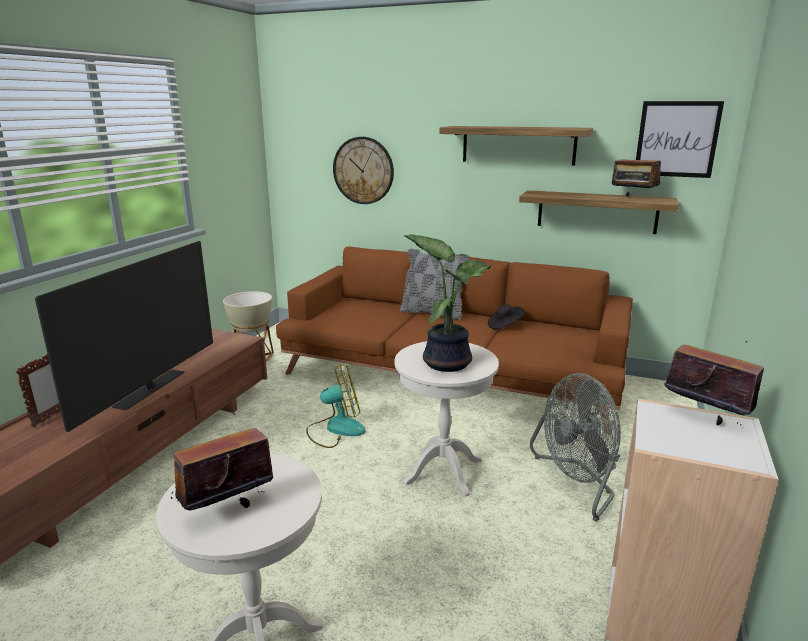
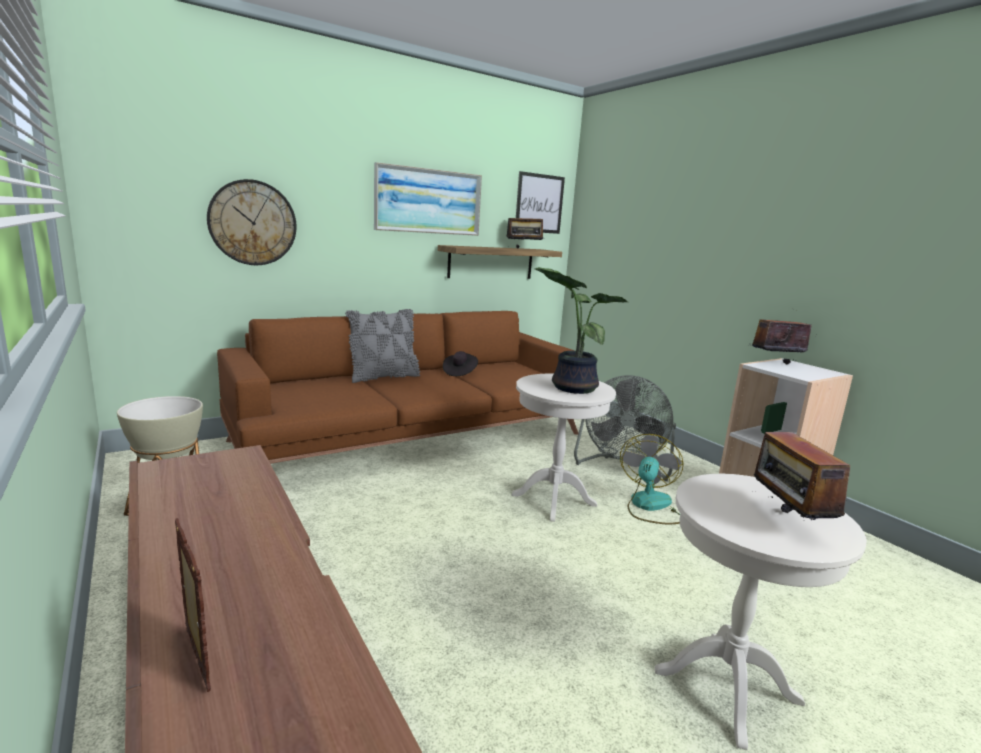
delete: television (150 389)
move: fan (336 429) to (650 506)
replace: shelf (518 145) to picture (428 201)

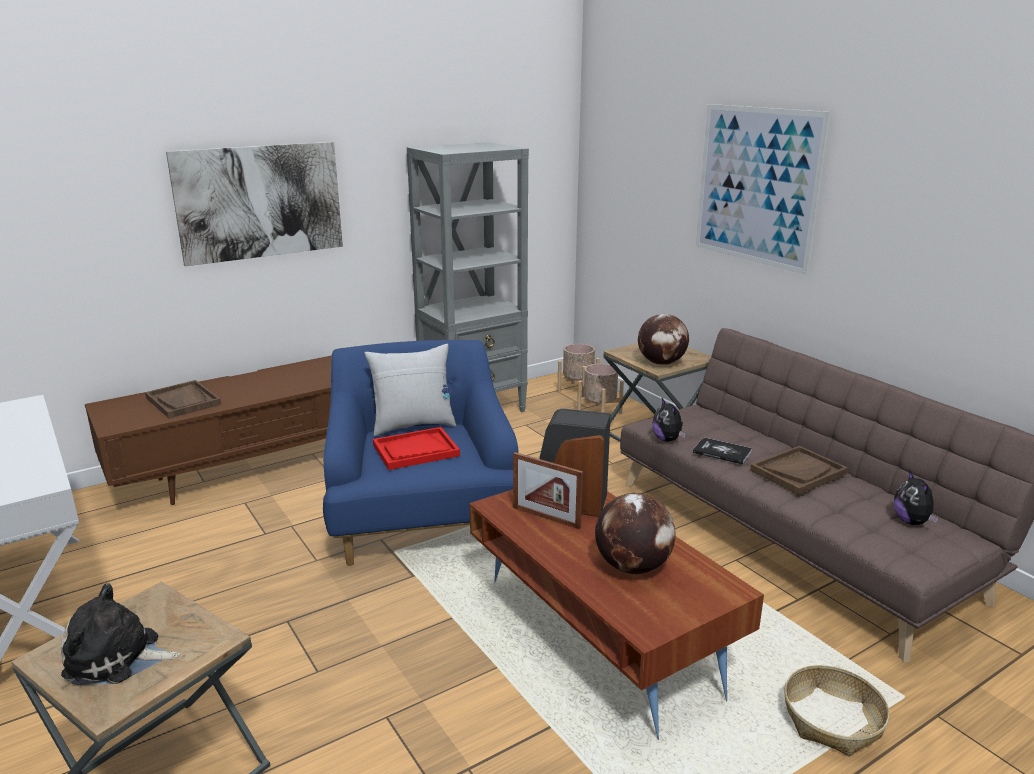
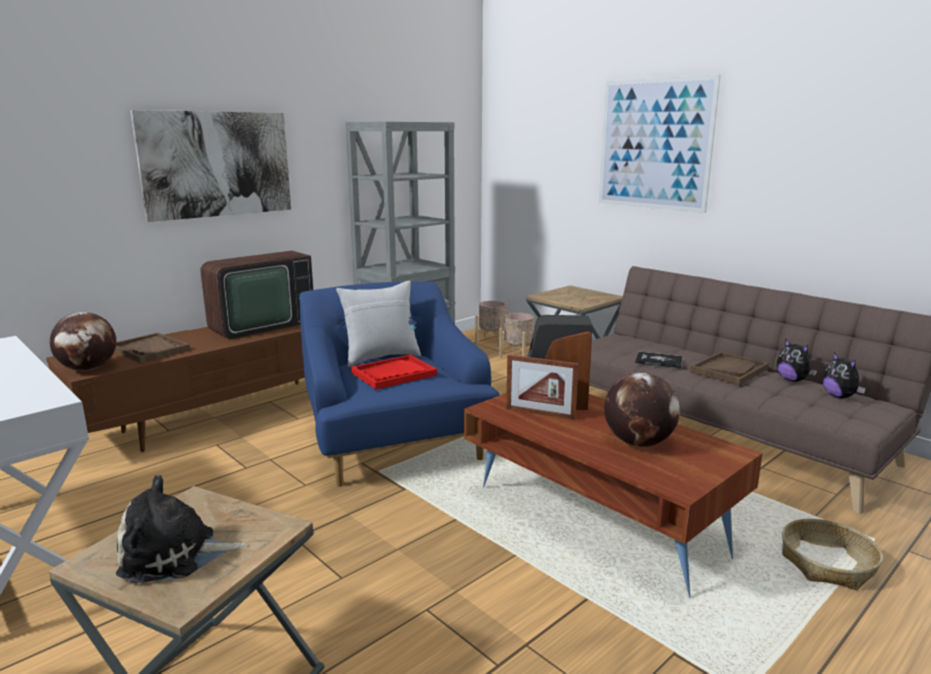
insert: television (259 325)
move: globe (661 363) to (89 369); plush toy (668 439) to (792 380)

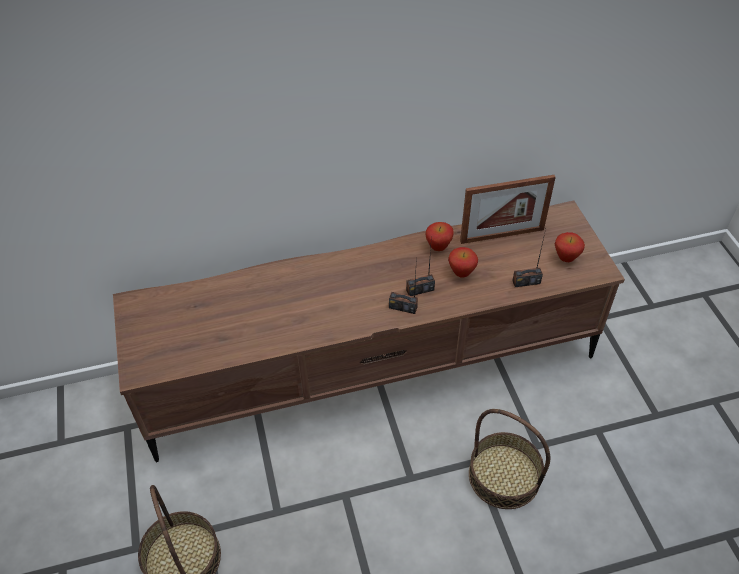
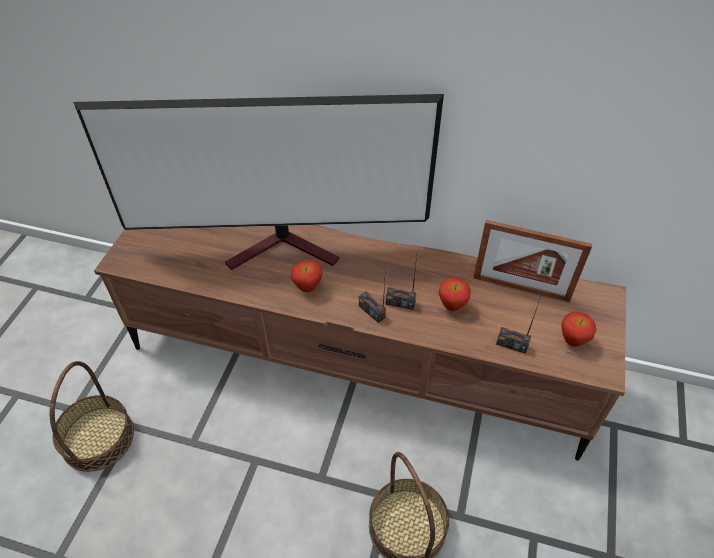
insert: television (286 248)
move: apple (438 247) to (307 288)

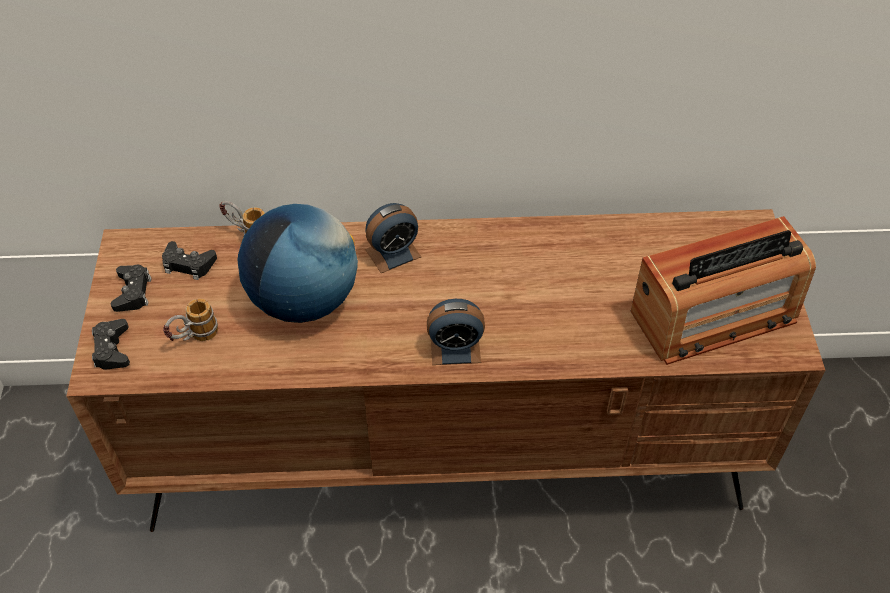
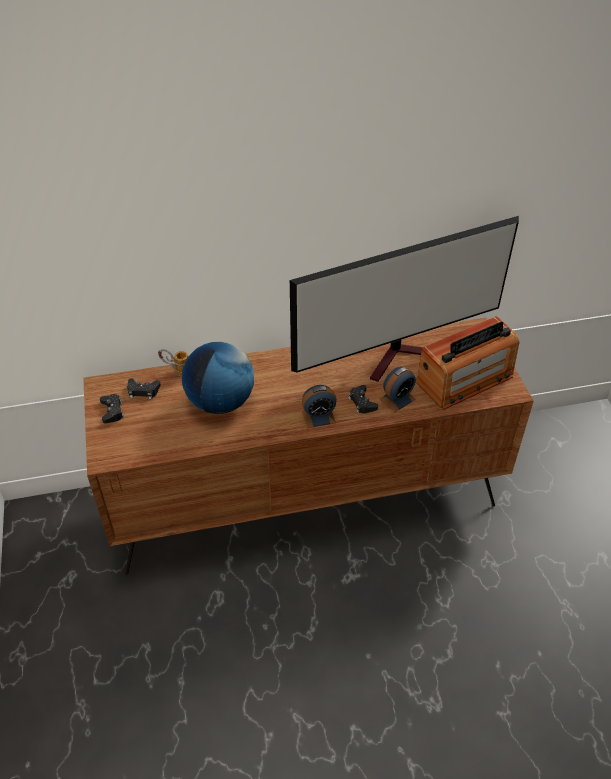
delete: mug (194 338)
insert: television (403 356)
move: black game controller (112 349) to (362 402); alarm clock (393 253) to (397 399)

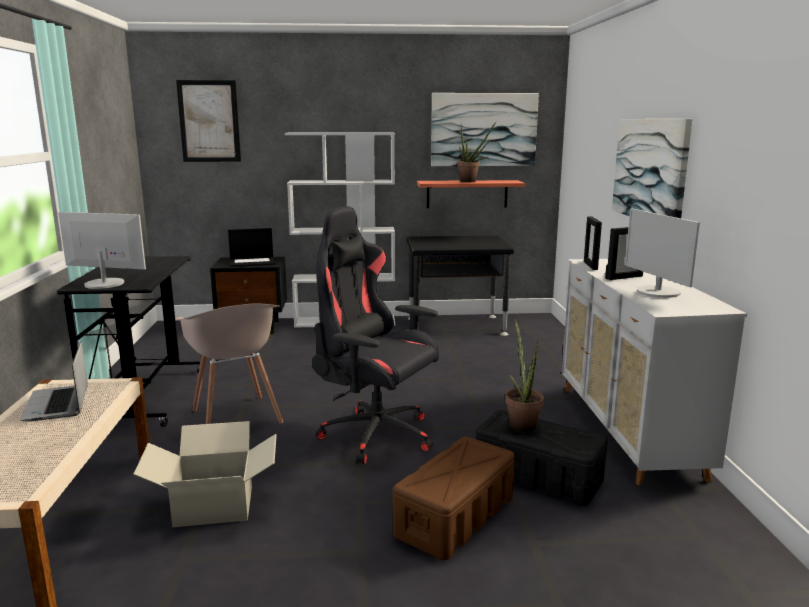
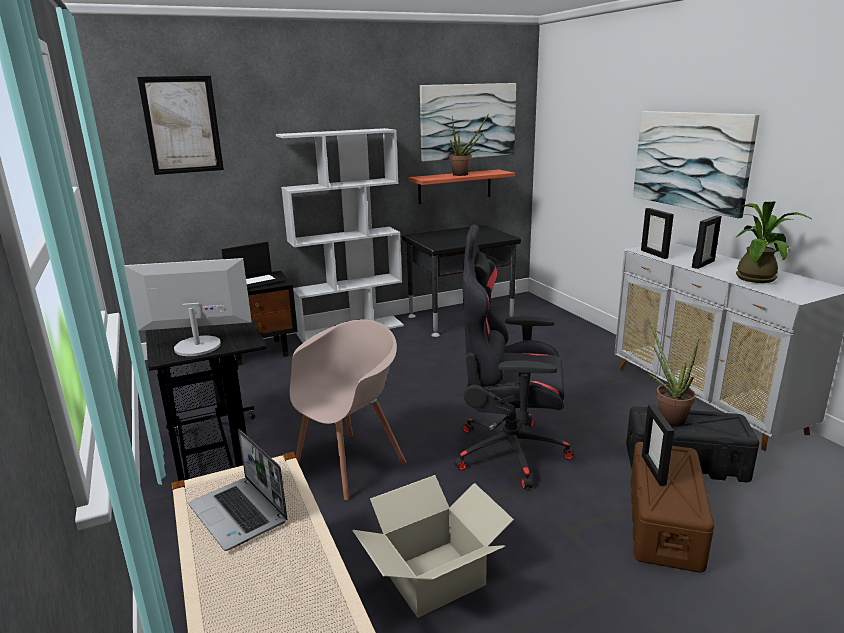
insert: picture frame (654 470)
replace: monitor (657 292) to potted plant (757 277)
rotate: beige chair (236 418) = (350 465) 90 degrees counterclockwise

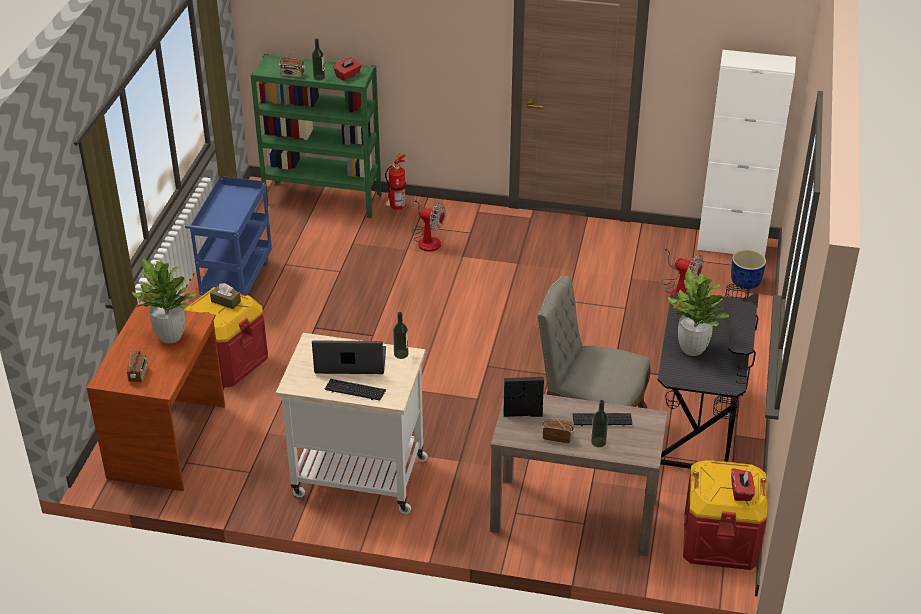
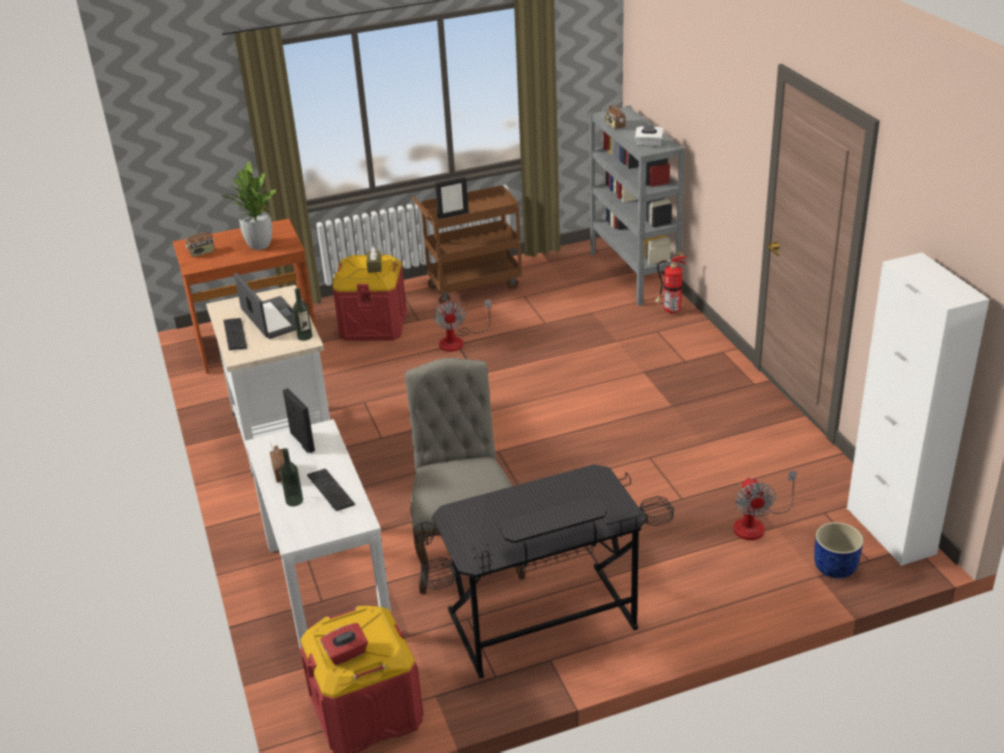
delete: bottle (319 77); potted plant (692 349)
insert: picture frame (453 215)
move: fan (427 239) to (458 340)
recolor: blue cart (236 285) to brown cart (471 288); green bookcase (323 199) to grey bookcase (633 274); red tissue box (348 75) to white tissue box (648 144); brown console table (573 515) to white console table (327 589)

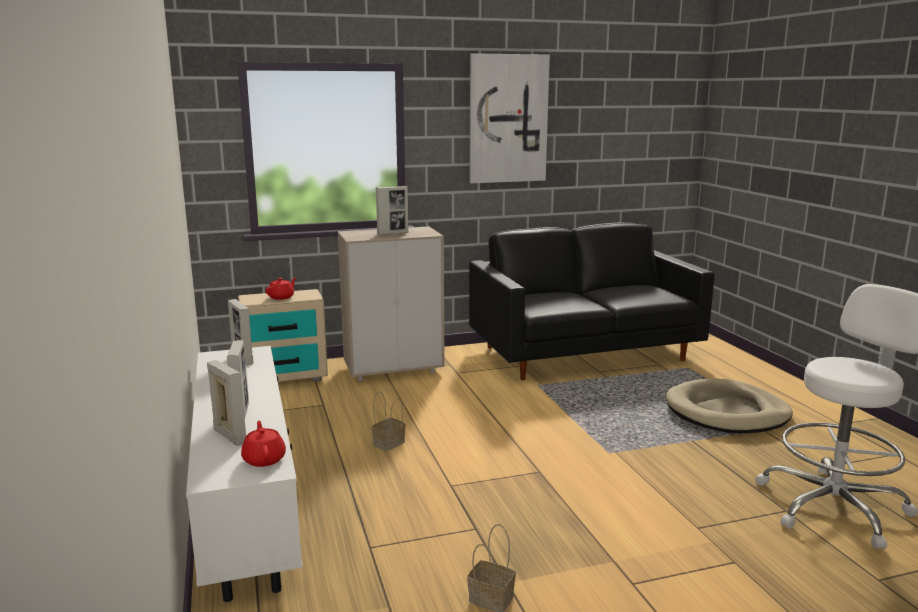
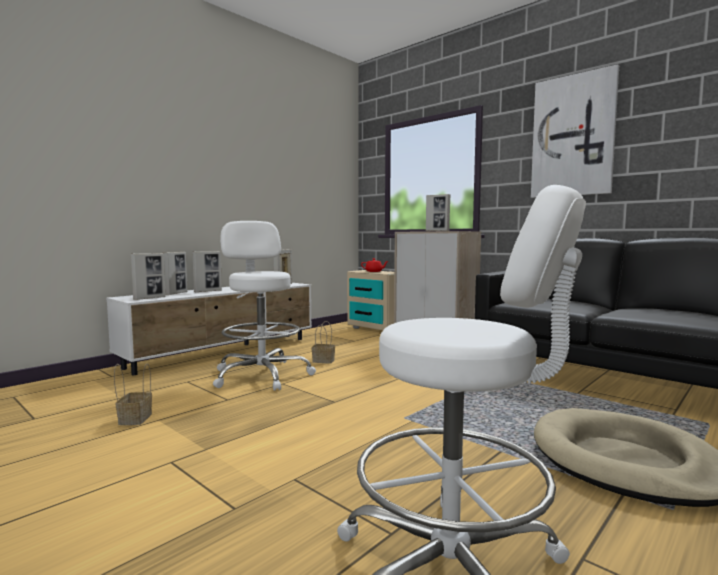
insert: white stool (262 375)
replace: red teapot (264 459) to picture frame (149 298)

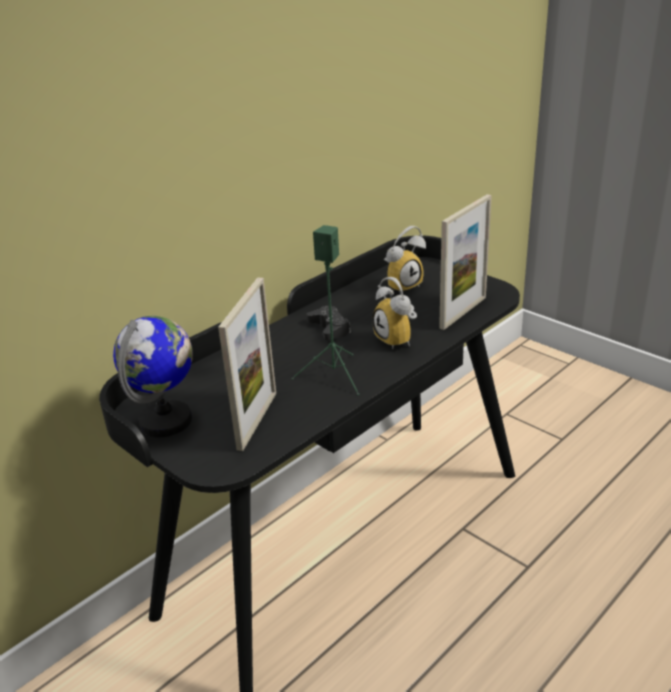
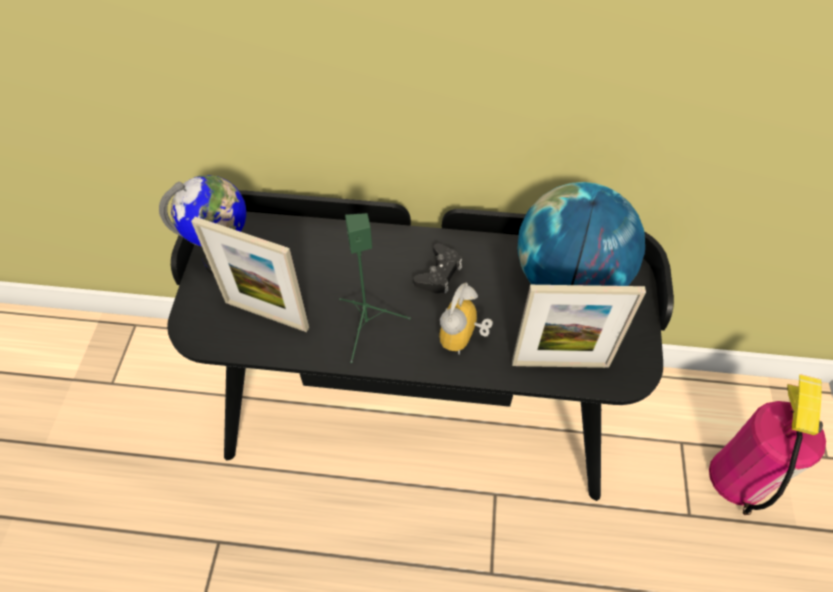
insert: fire extinguisher (737 477)
replace: alarm clock (402 285) to globe (568 280)
rotate: picture frame (257 420) = (266 315) 45 degrees clockwise

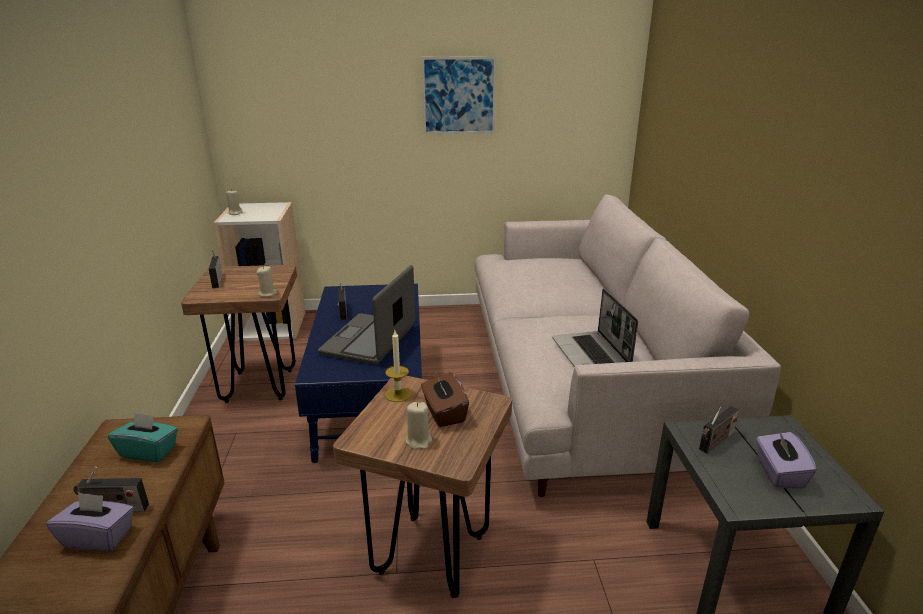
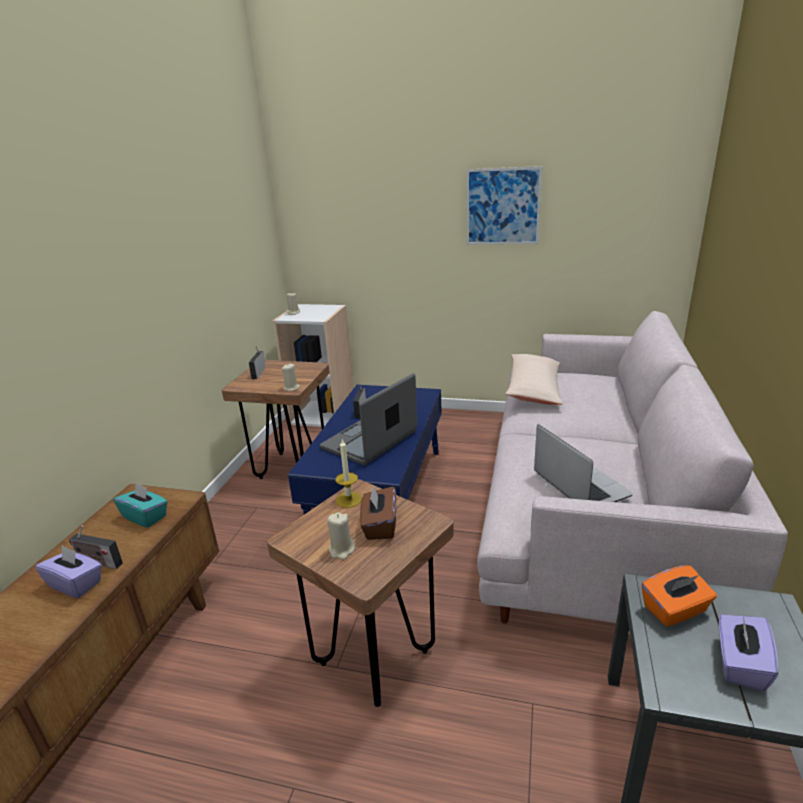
insert: beige pillow (534 388)
replace: radio (715 443) to orange tissue box (675 610)
rotate: laptop (591 355) = (578 484) 150 degrees clockwise

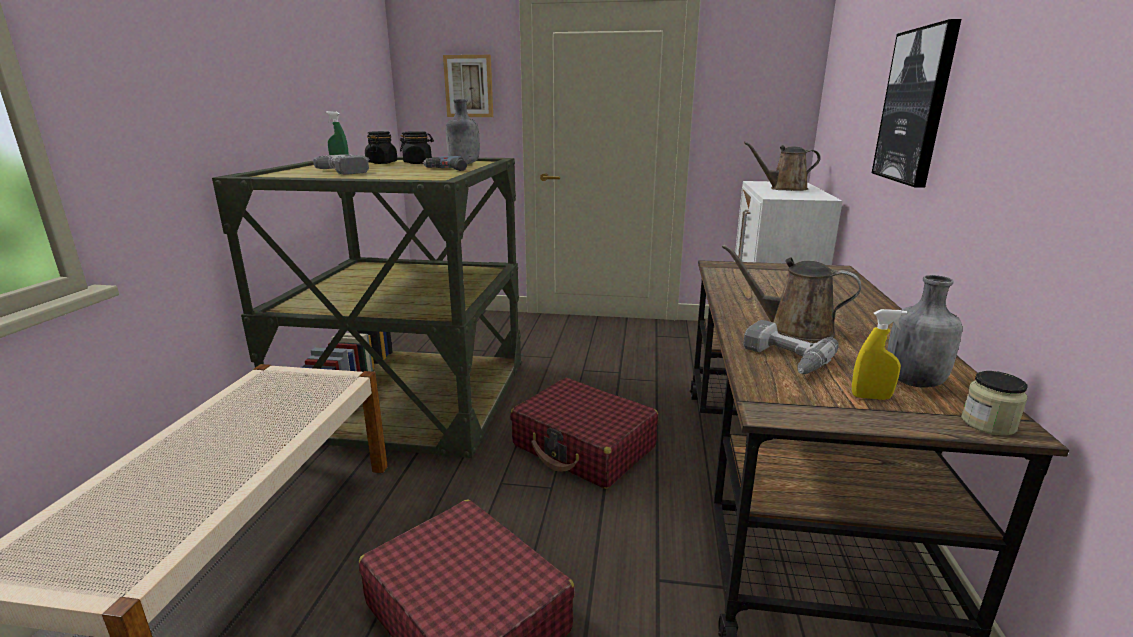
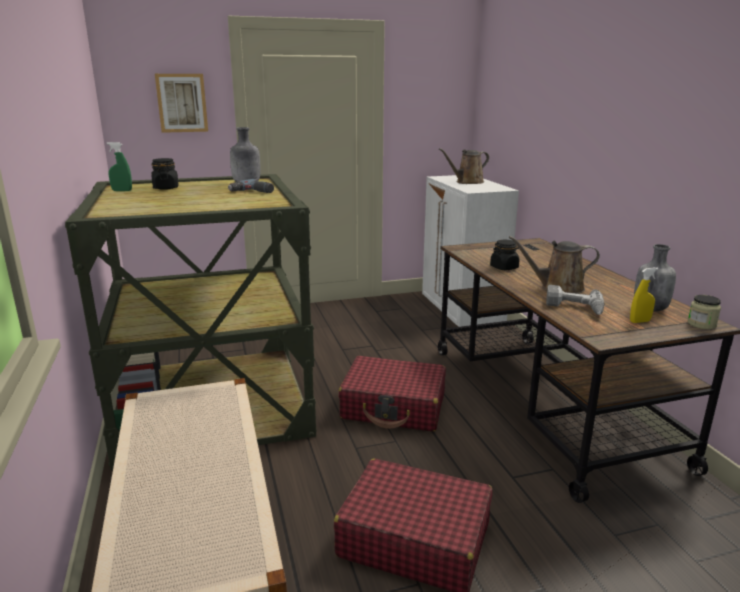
delete: power drill (353 170); picture (915 106)
move: black jar (418 163) to (504 267)

